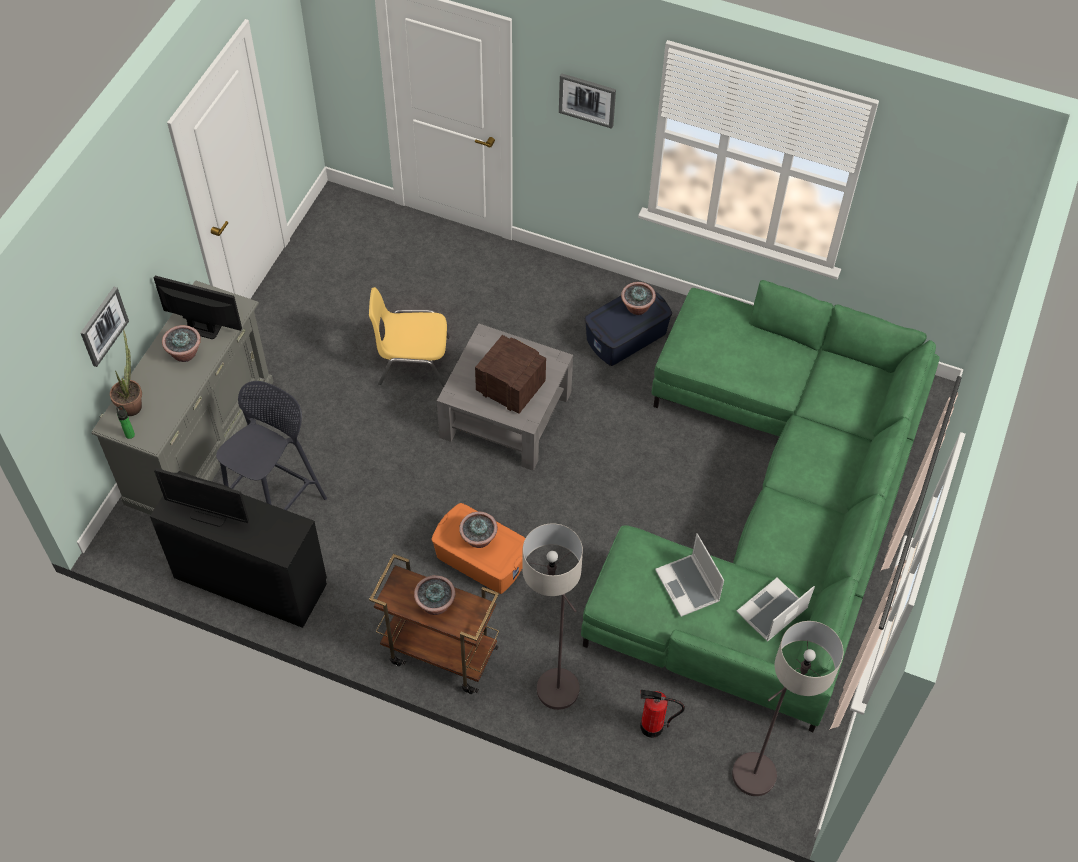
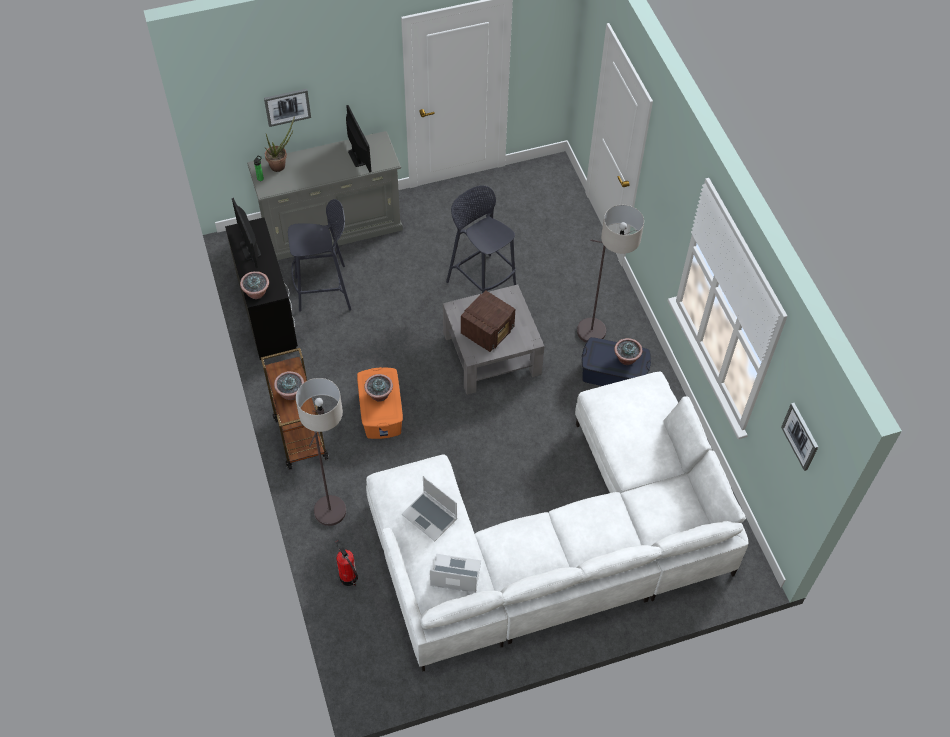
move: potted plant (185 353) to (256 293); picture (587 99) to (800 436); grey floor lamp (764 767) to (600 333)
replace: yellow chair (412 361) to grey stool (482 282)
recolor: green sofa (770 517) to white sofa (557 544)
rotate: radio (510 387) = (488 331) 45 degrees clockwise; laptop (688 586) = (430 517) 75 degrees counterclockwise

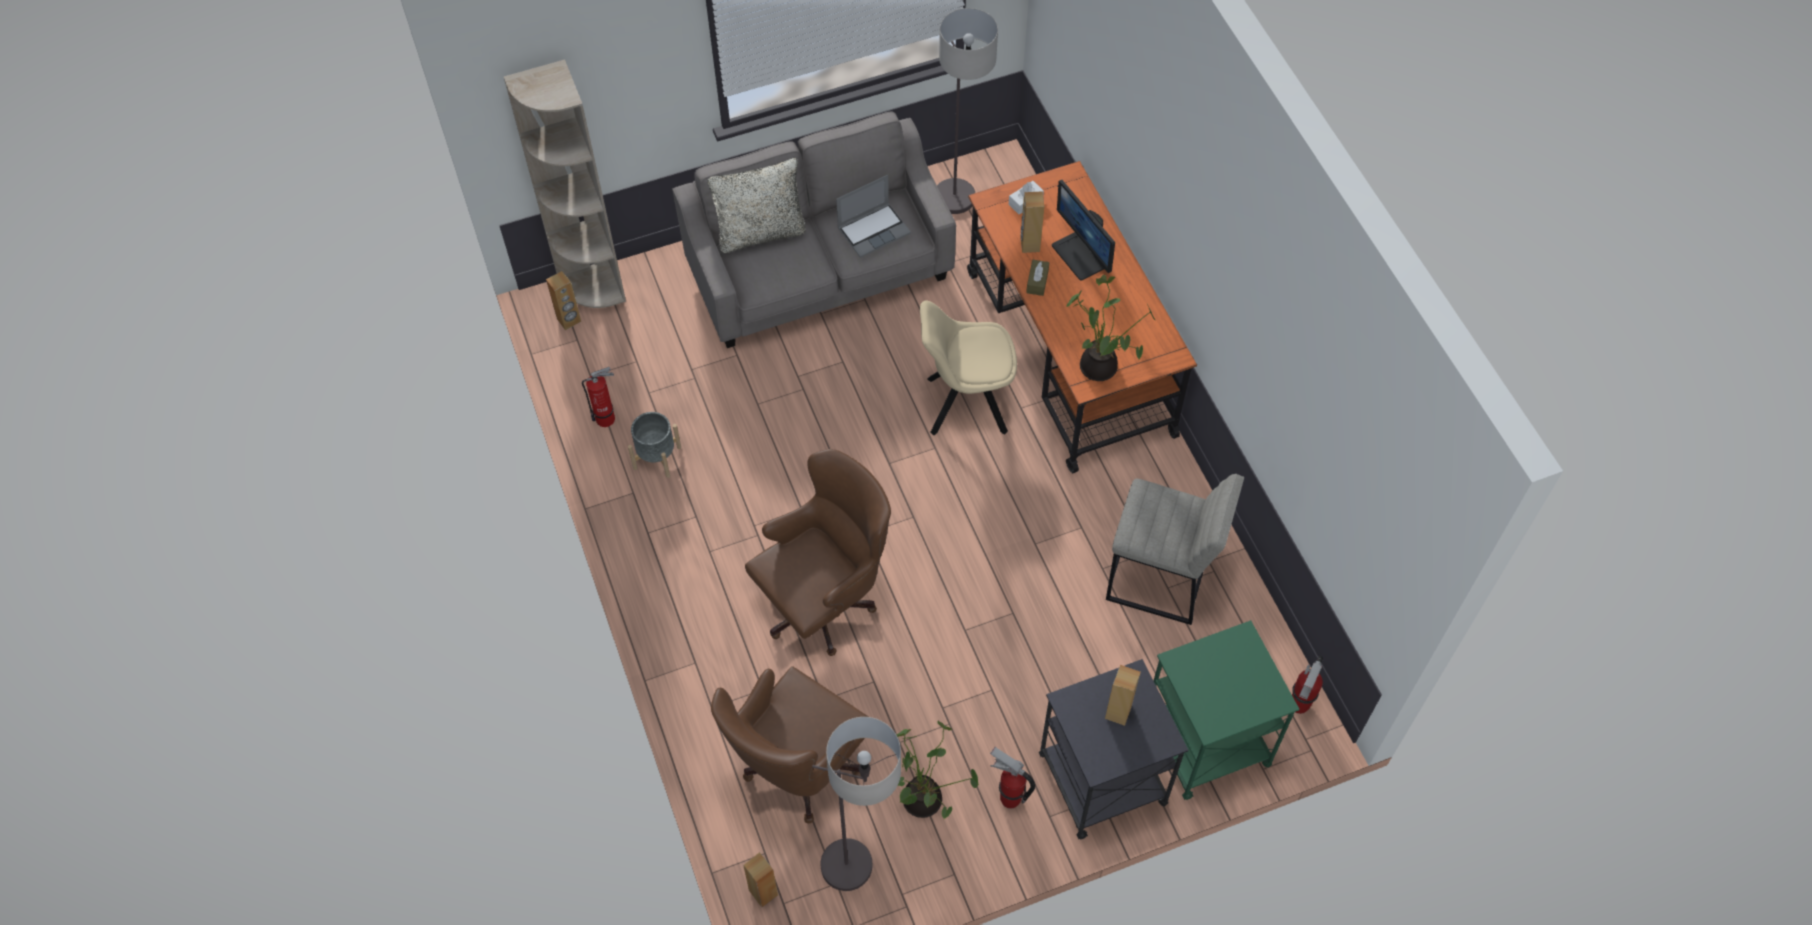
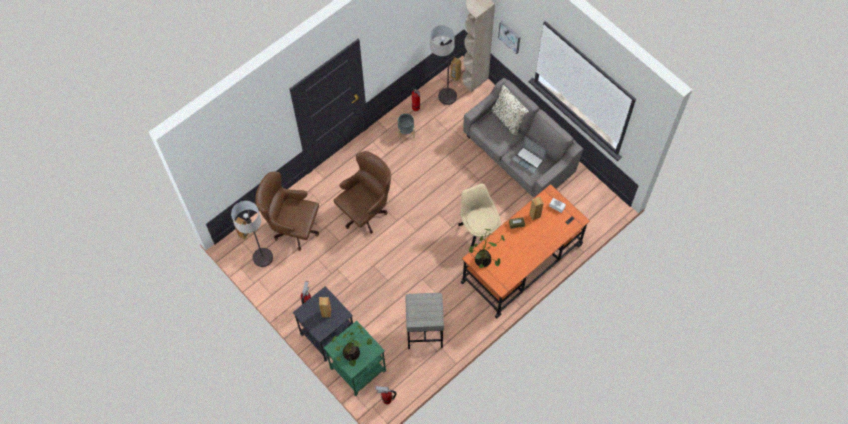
delete: monitor (1081 255)
insert: picture (510 36)
move: potted plant (926 799) to (352 354); grey floor lamp (959 207) to (443 100)
rotate: brown office chair (824 603) = (366 212) 75 degrees counterclockwise

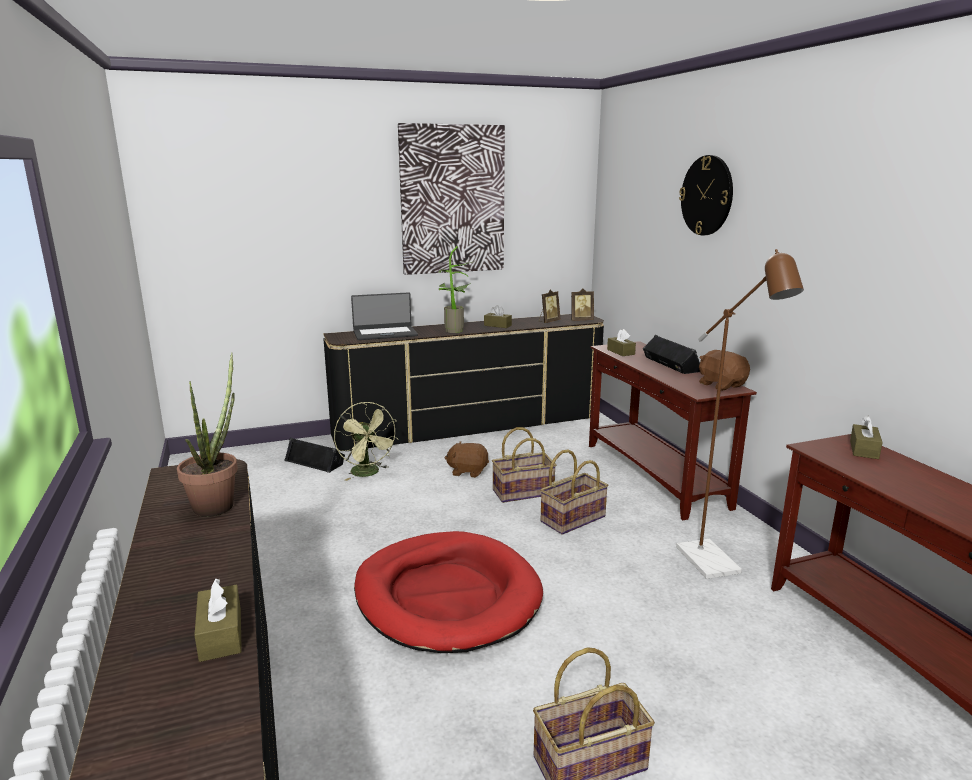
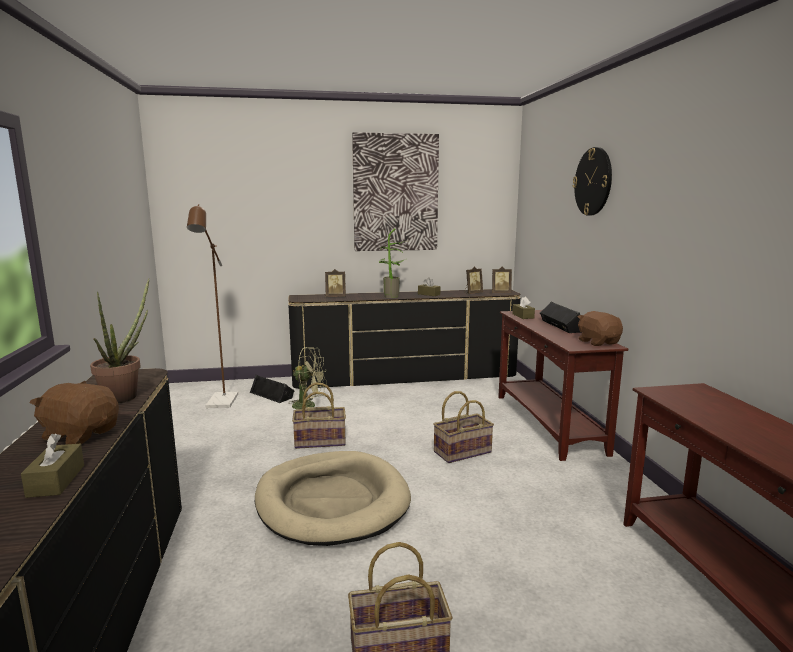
delete: brown tissue box (864 449)
move: brown plush toy (468 471) to (81 434); basket (523 492) to (320 441); brown floor lamp (714 566) to (220 403)
replace: laptop (385 333) to picture frame (335 296)
recolor: red dog bed (447 596) to beige dog bed (332 502)
rotate: green fan (368 473) = (309 406) 60 degrees counterclockwise

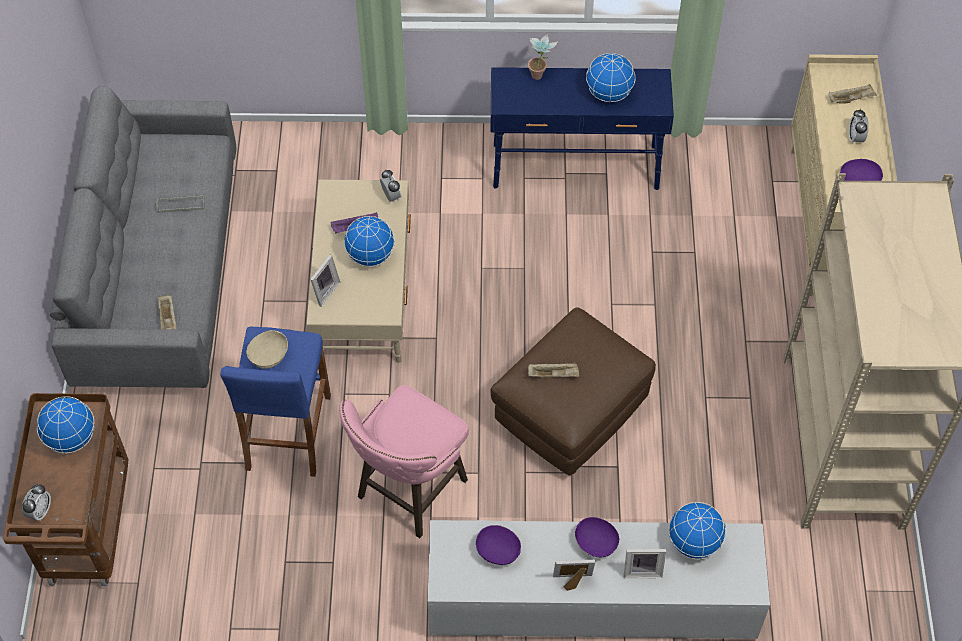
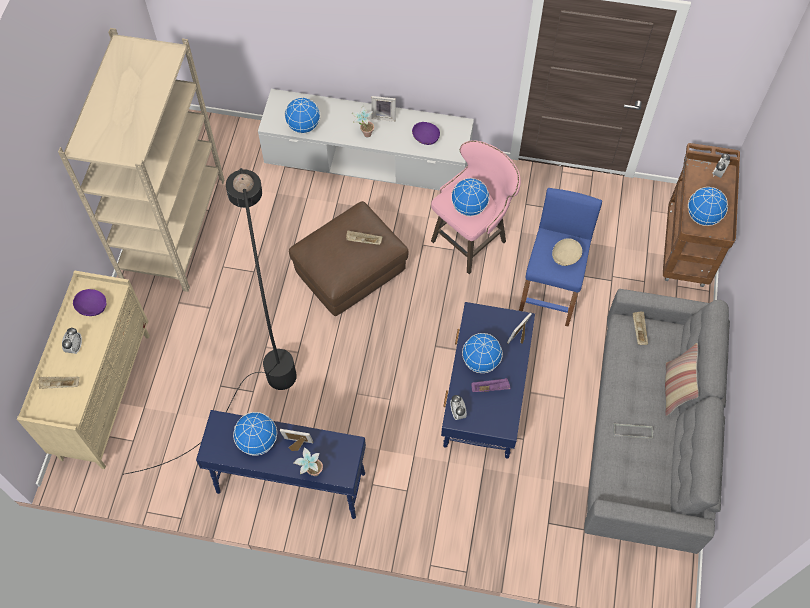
insert: black floor lamp (259 348); globe (469 207); pillow (674 390)
move: picture frame (642 570) to (297 445)
replace: purple bowl (595 544) to potted plant (364 134)
recolor: beige coffee table (363 291) to blue coffee table (485 393)

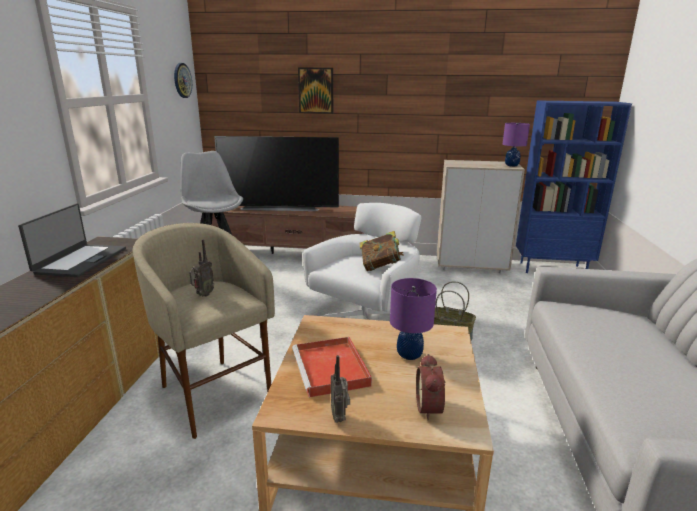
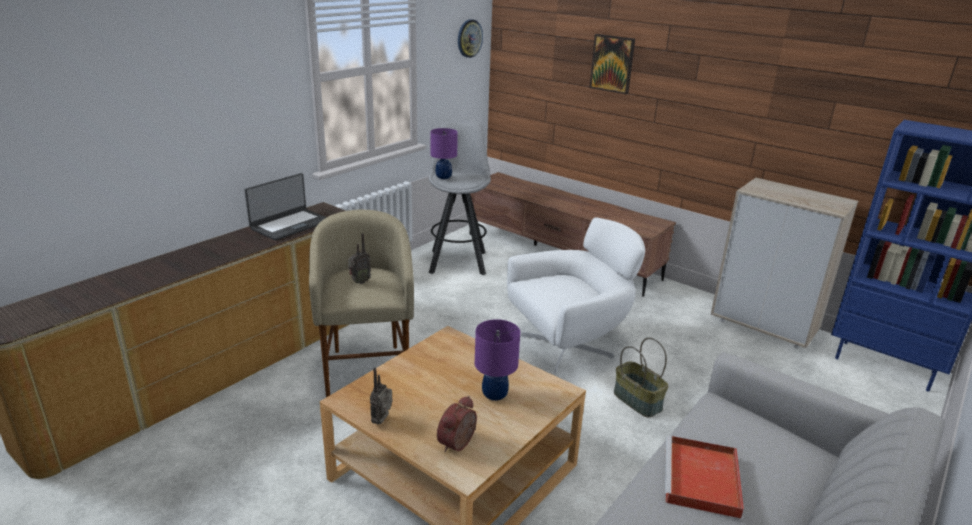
delete: television (280 207); book (380 267)
move: red tray (331 370) to (702 480); purple table lamp (512 166) to (443 178)

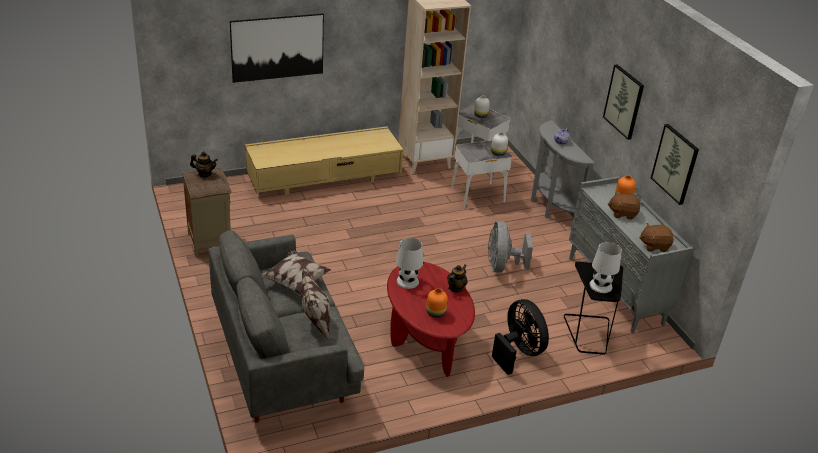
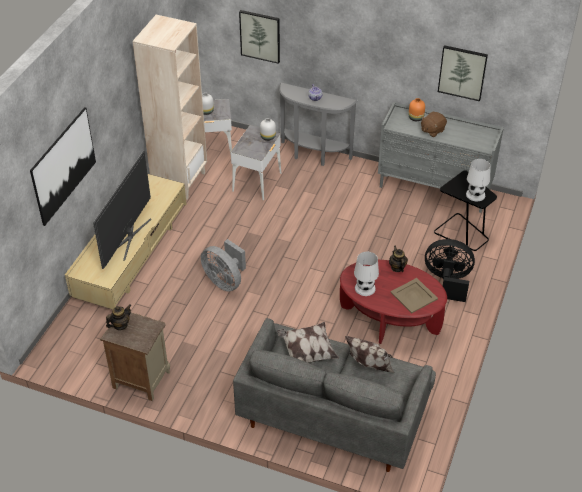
delete: brown plush toy (654 246)
insert: television (128 237)
move: grey fan (502 266) to (225 281); picture (624 101) to (260 36)
replace: orange vase (436 312) to beige tray (414 295)

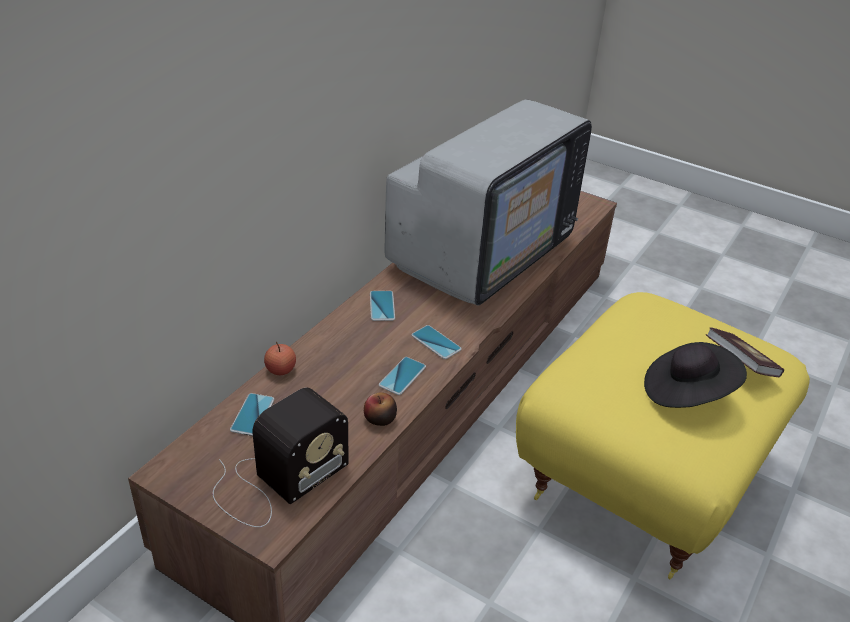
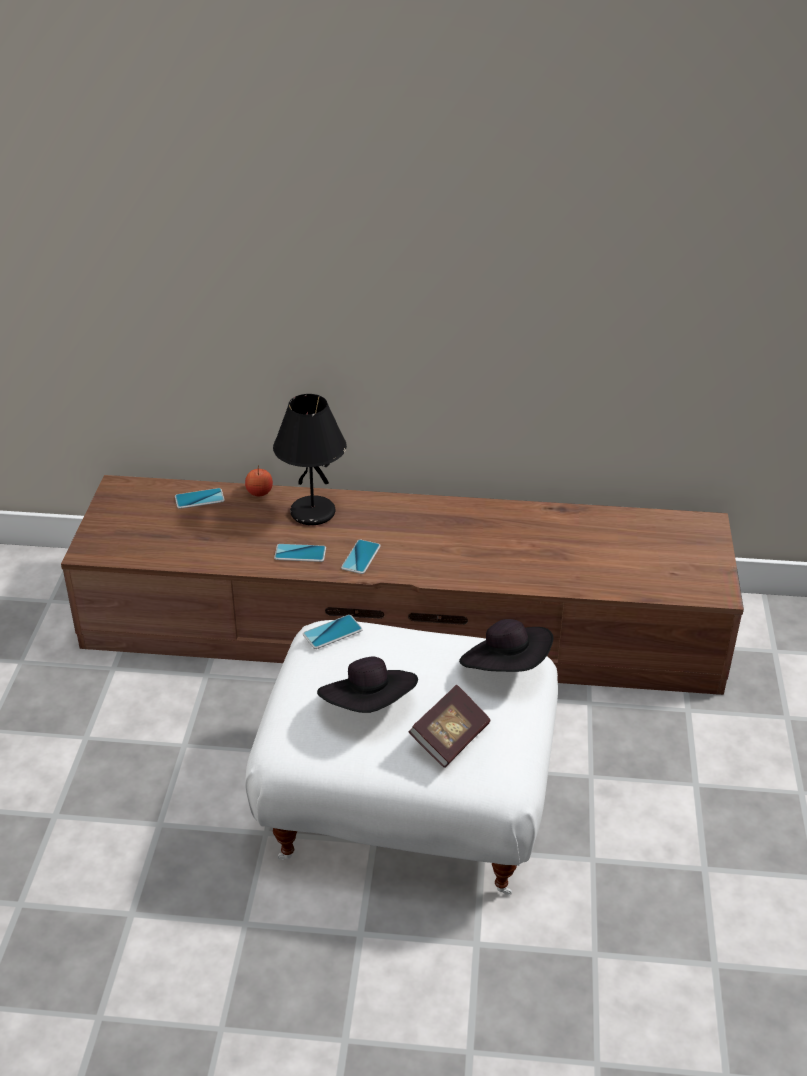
delete: radio (276 481); apple (380 419); television (481 254)
insert: black table lamp (312 513); black hat (506 668)
move: phone (382 306) to (332 632)
recolor: yellow ottoman (642 473) to white ottoman (409 808)

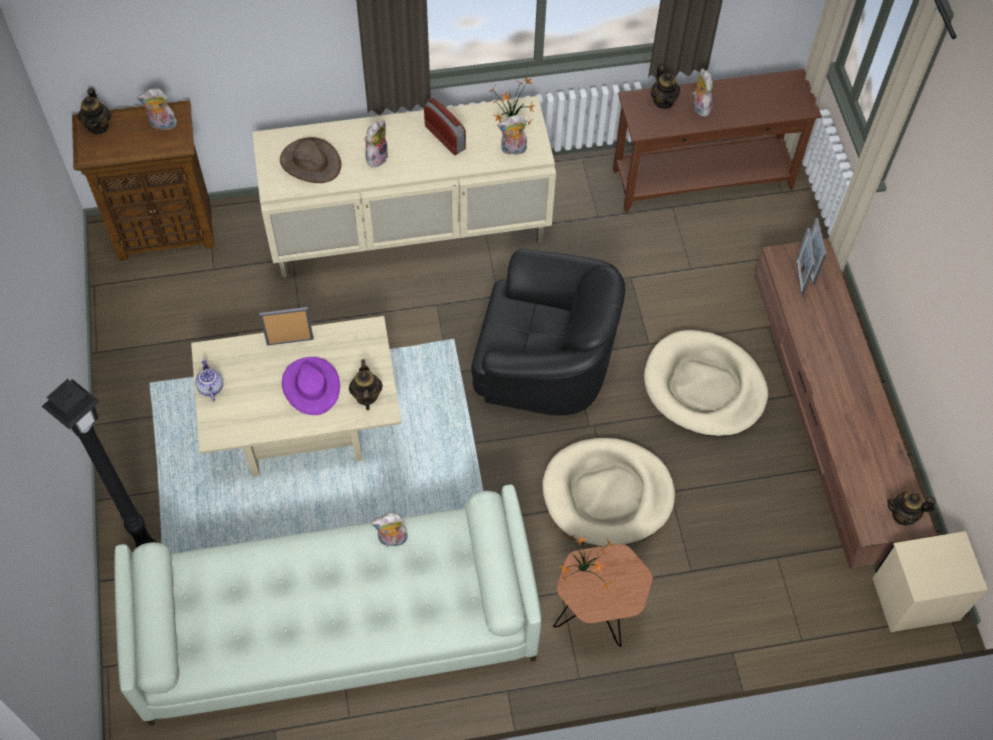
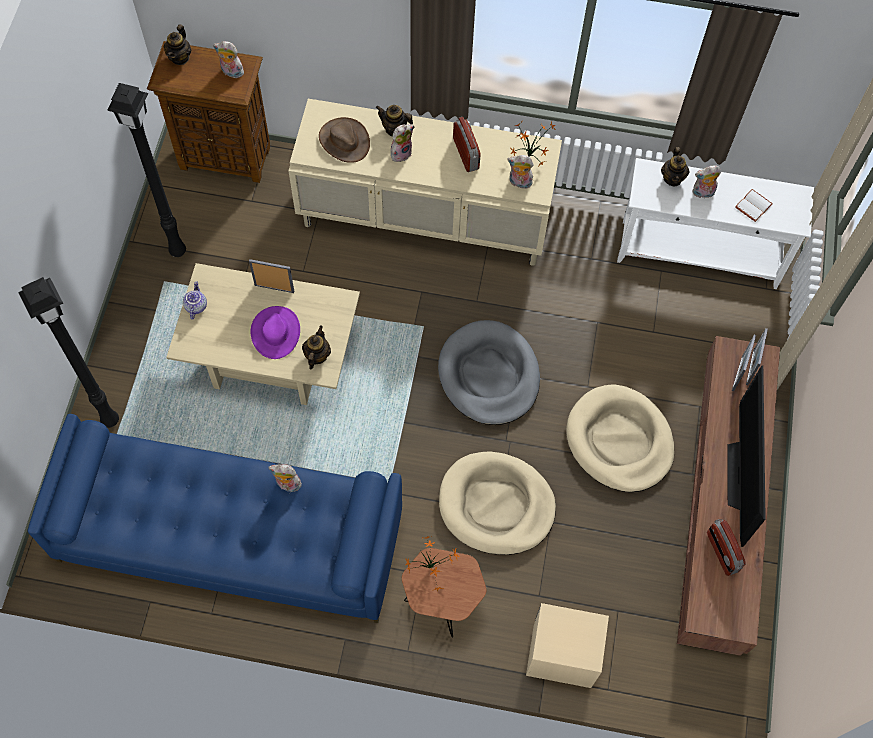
insert: black floor lamp (179 250); radio (721 552); television (741 476); white book (753 205)
move: beige nightstand (915 598) to (562 655); teapot (903 515) to (395 129)
replace: black armchair (543 366) to grey dog bed (489 375)
recolor: white sofa (336 628) to blue sofa (230 537); brown console table (703 178) to white console table (699 253)
rotate: plush toy (699 106) = (702 193) 105 degrees counterclockwise

